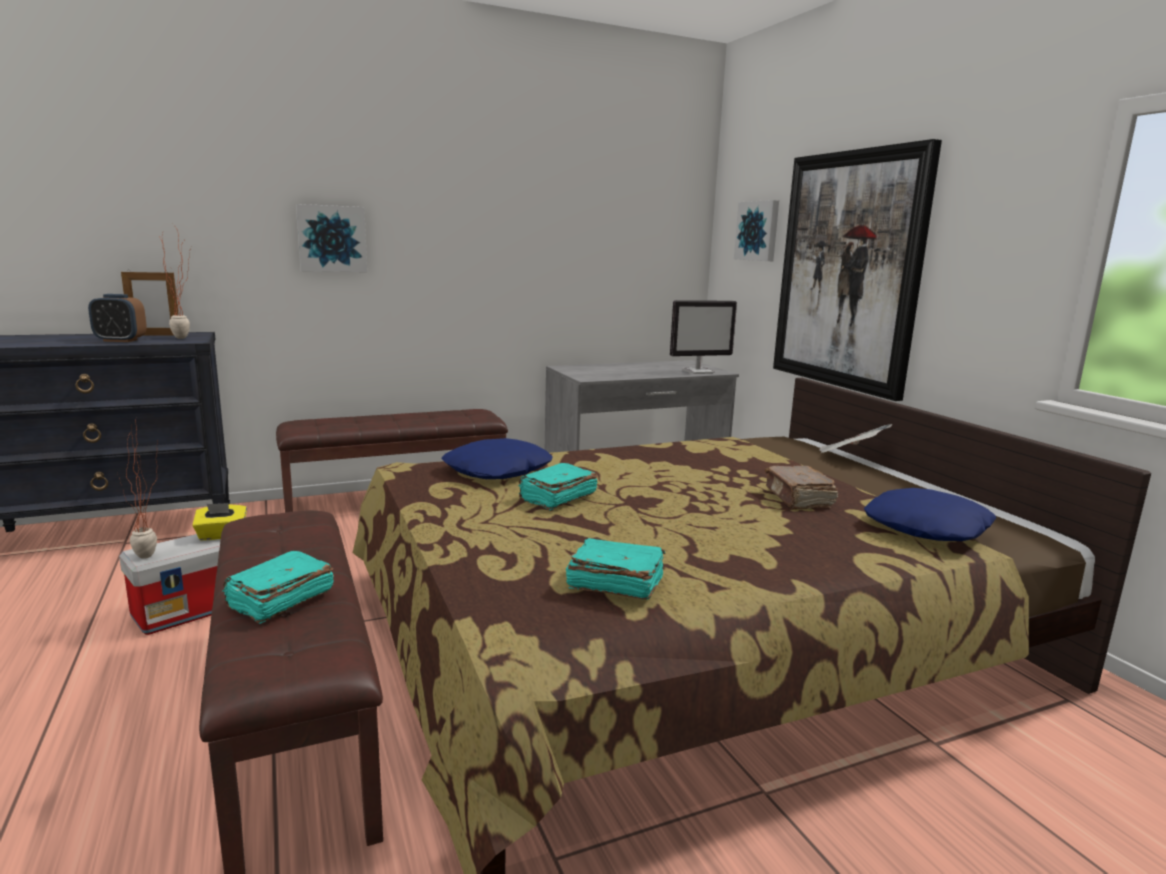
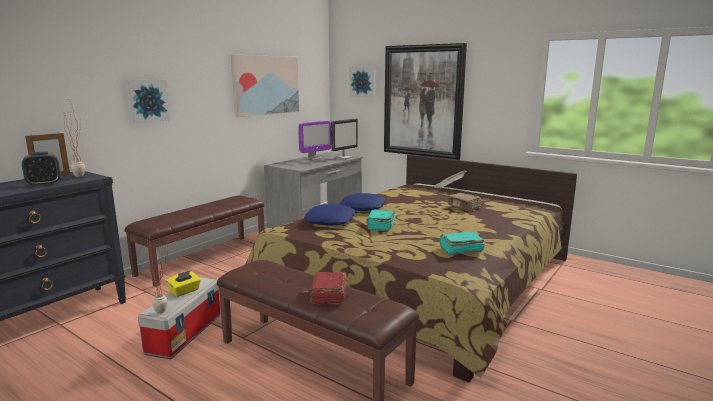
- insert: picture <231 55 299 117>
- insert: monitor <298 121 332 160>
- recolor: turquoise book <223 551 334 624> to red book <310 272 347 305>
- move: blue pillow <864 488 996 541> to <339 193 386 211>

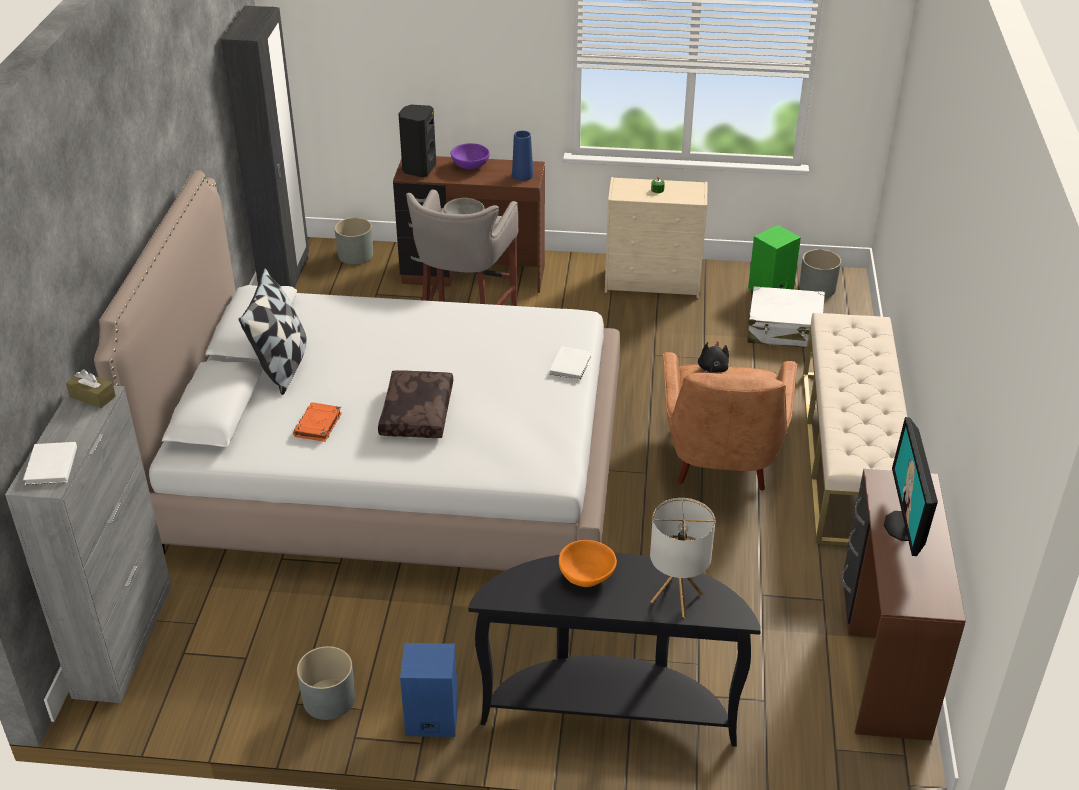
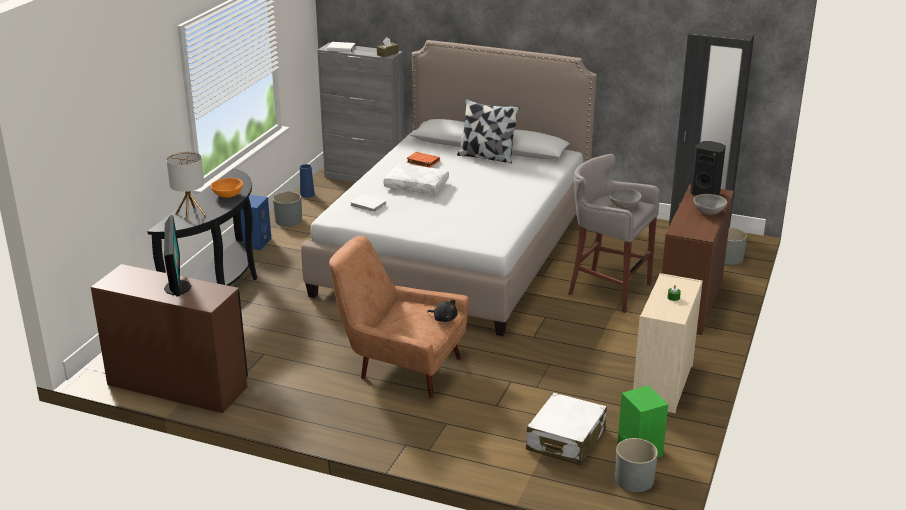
- rotate: monitor <884 417 938 556> = <164 215 191 296> 60 degrees clockwise
- move: blue vase <512 131 534 181> to <300 164 315 198>
- move: white book <550 346 592 380> to <350 195 386 212>
- recolor: brown pillow <378 370 453 438> to white pillow <383 164 449 194>
- recolor: purple bowl <451 143 490 169> to grey bowl <694 194 727 215>
- delete: beige bench <803 313 907 546>

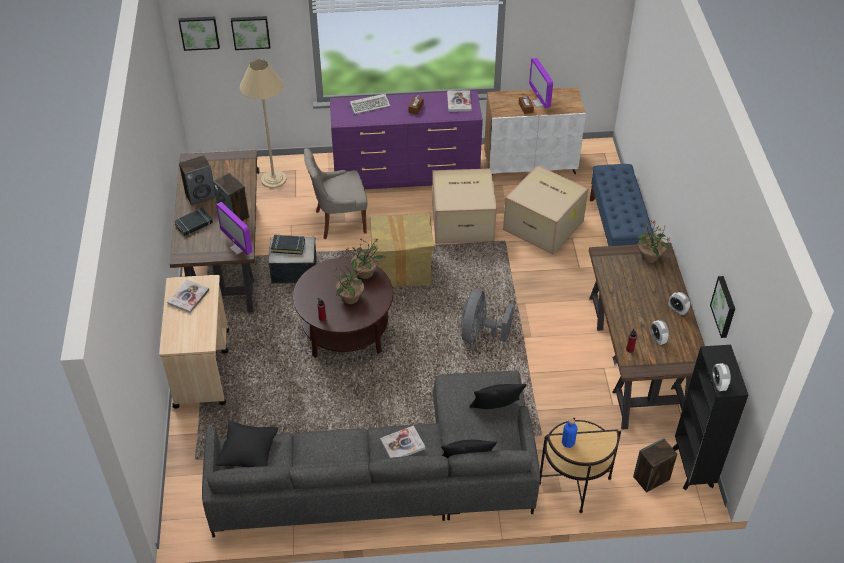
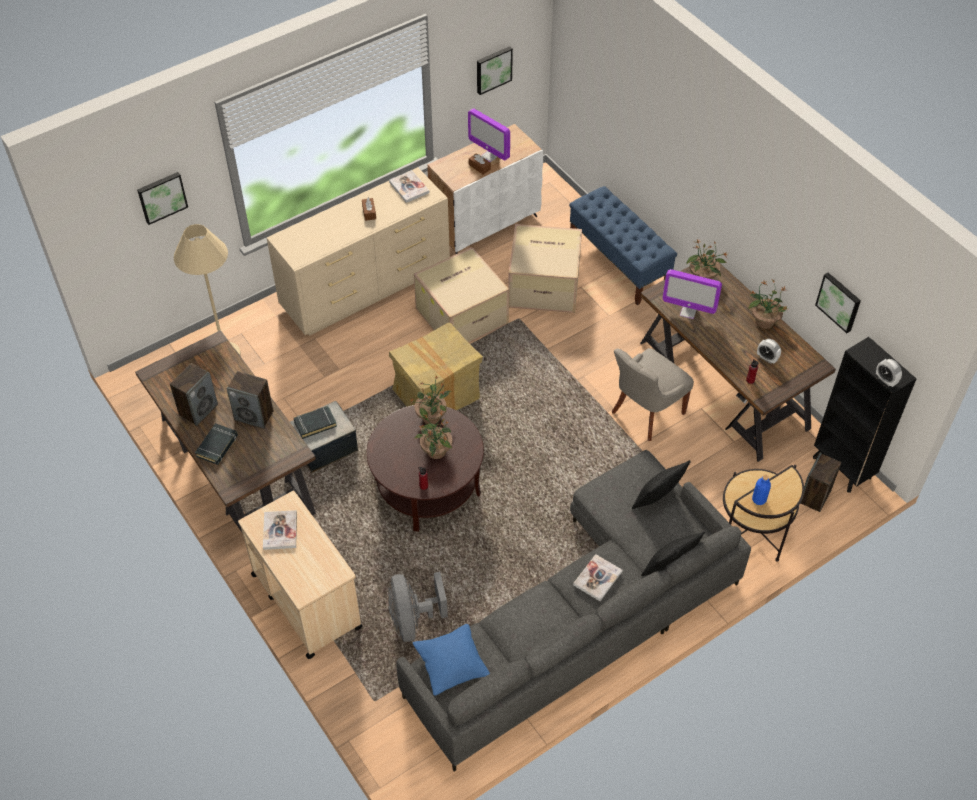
- recolor: purple dresser <330 91 483 189> to beige dresser <267 167 450 336>
- move: grey fan <461 289 514 343> to <388 572 448 642>
- recolor: black pillow <215 421 278 467> to blue pillow <413 624 490 696>
- move: picture <178 17 220 51> to <477 46 513 95>
- move: grey chair <304 148 367 239> to <612 348 694 441>
- move: monitor <216 202 253 255> to <662 269 722 319>
- replace: alarm clock <669 292 690 315> to potted plant <748 279 787 329>
- delete: keyboard <350 94 390 114>

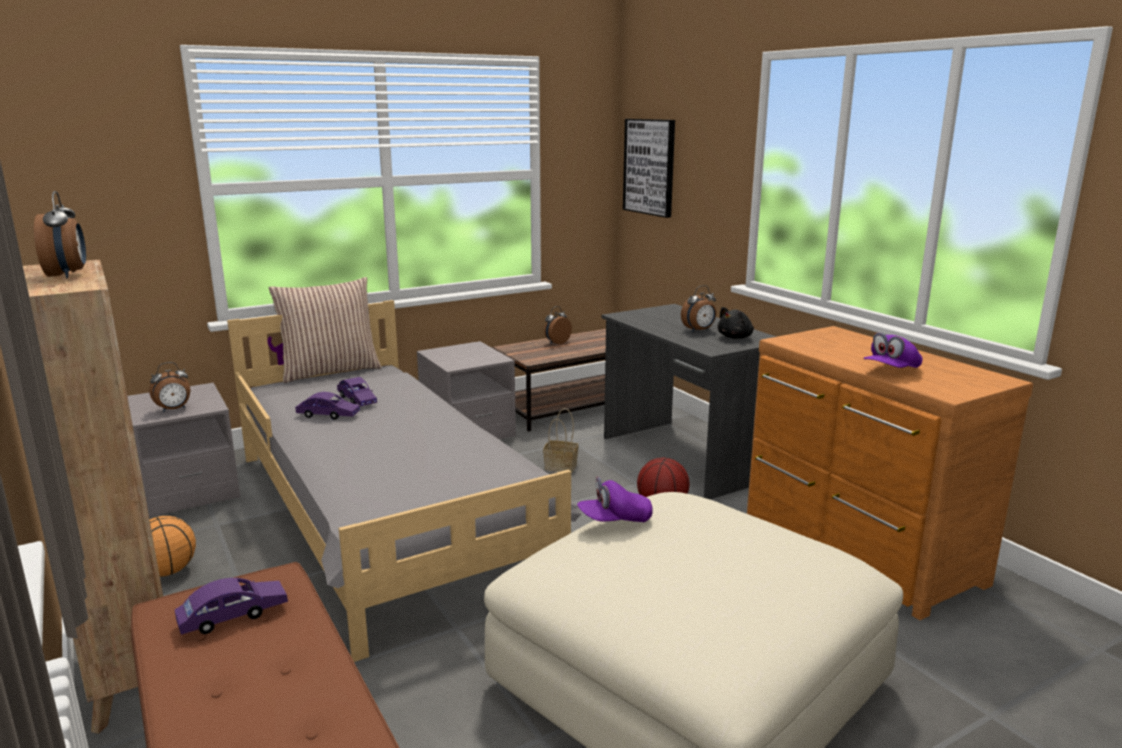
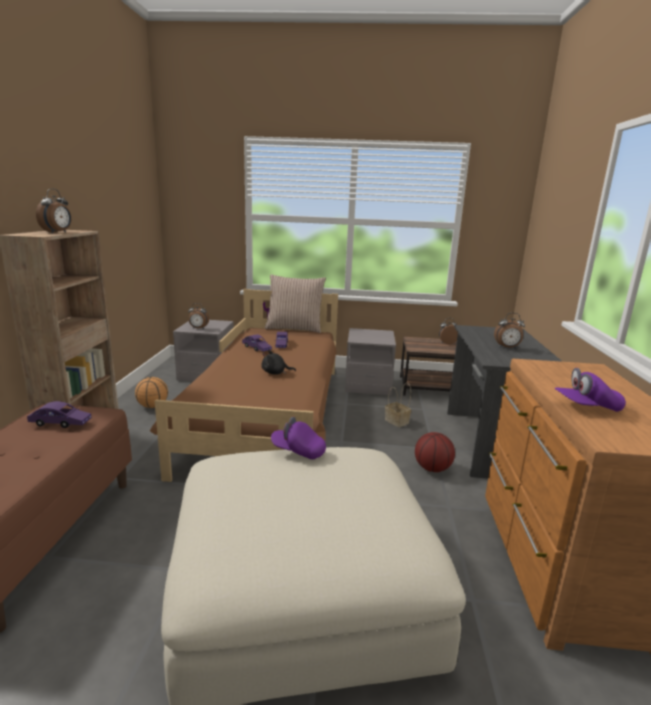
- recolor: grey bed <227 300 582 662> to brown bed <150 289 338 482>
- move: black plush toy <717 307 754 339> to <262 350 296 374>
- delete: picture <623 119 675 218>

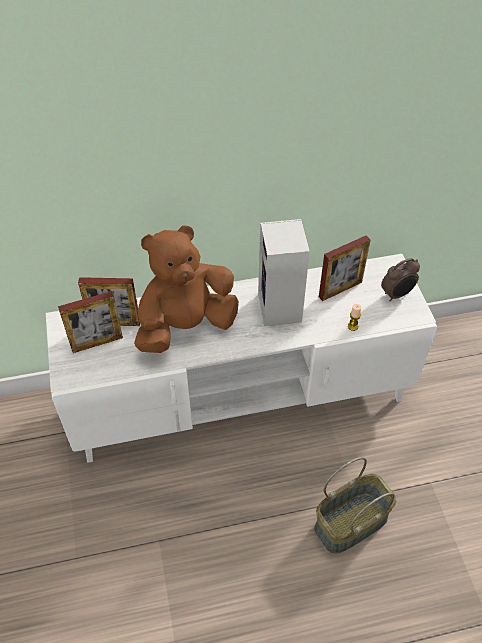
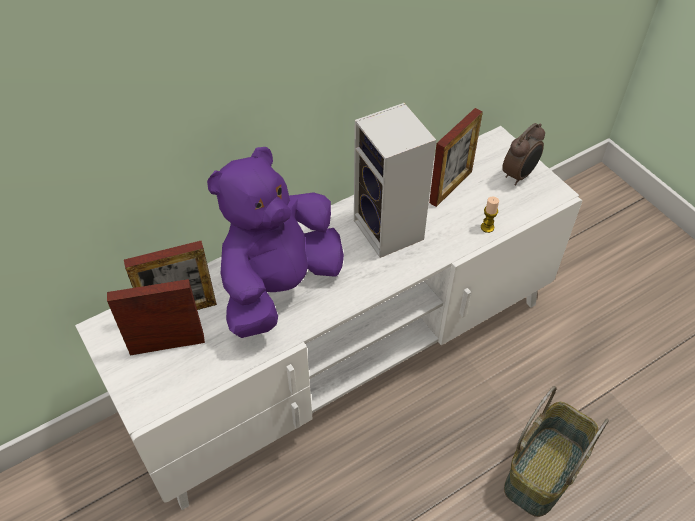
- rotate: picture frame <58 291 123 353> = <107 279 205 355> 150 degrees counterclockwise
- recolor: brown plush toy <134 225 239 353> to purple plush toy <207 147 344 338>

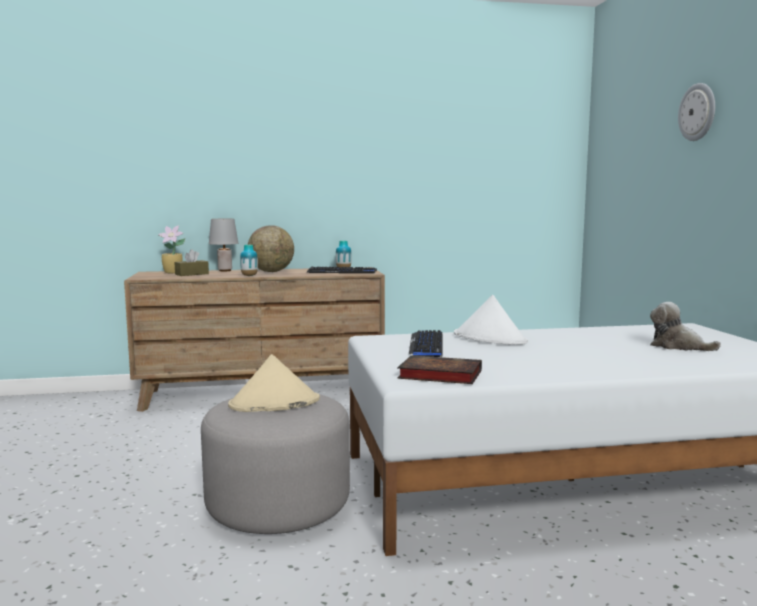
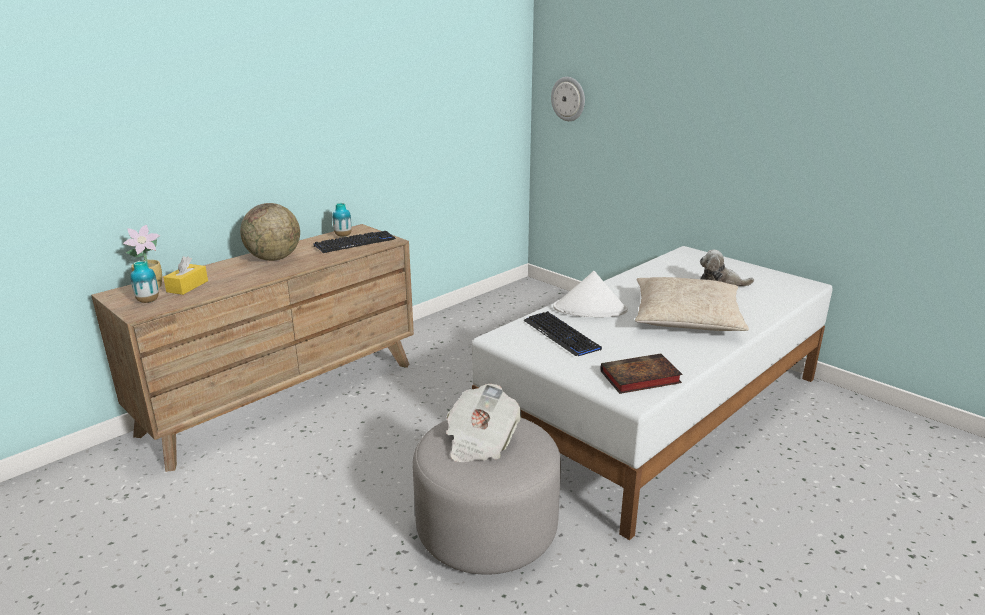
- move: vase <240 245 258 276> to <130 261 159 303>
- recolor: brown tissue box <174 249 209 276> to yellow tissue box <163 256 208 295>
- replace: beige hat <228 354 320 412> to newspaper <446 384 521 462>
- move: wall clock <678 83 715 141> to <551 77 585 121>
- insert: beige pillow <635 277 749 331>
- delete: grey table lamp <209 219 238 271>

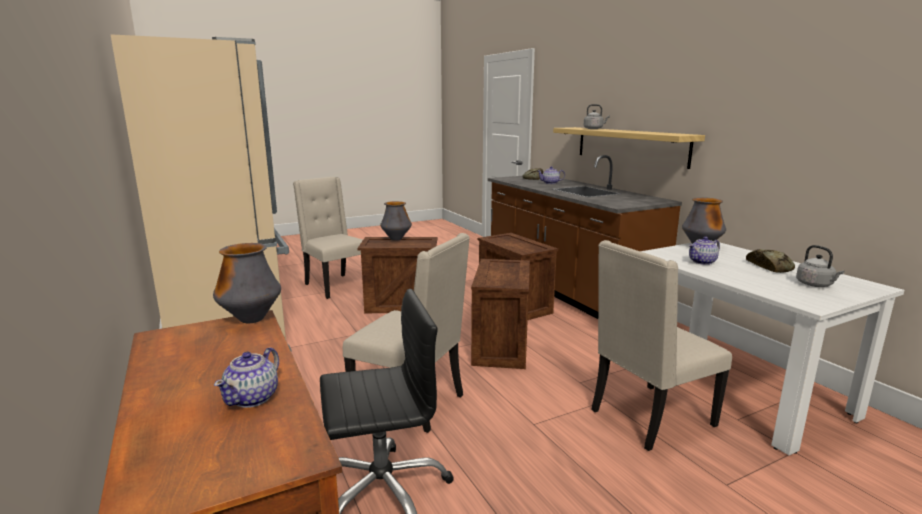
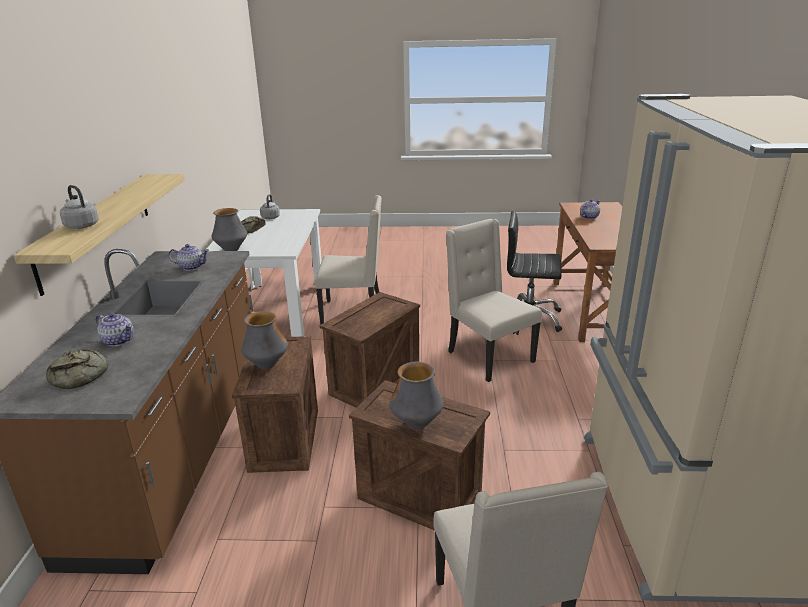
- move: teapot <689 237 720 265> to <169 244 209 271>
- move: vase <213 243 281 323> to <241 311 288 370>

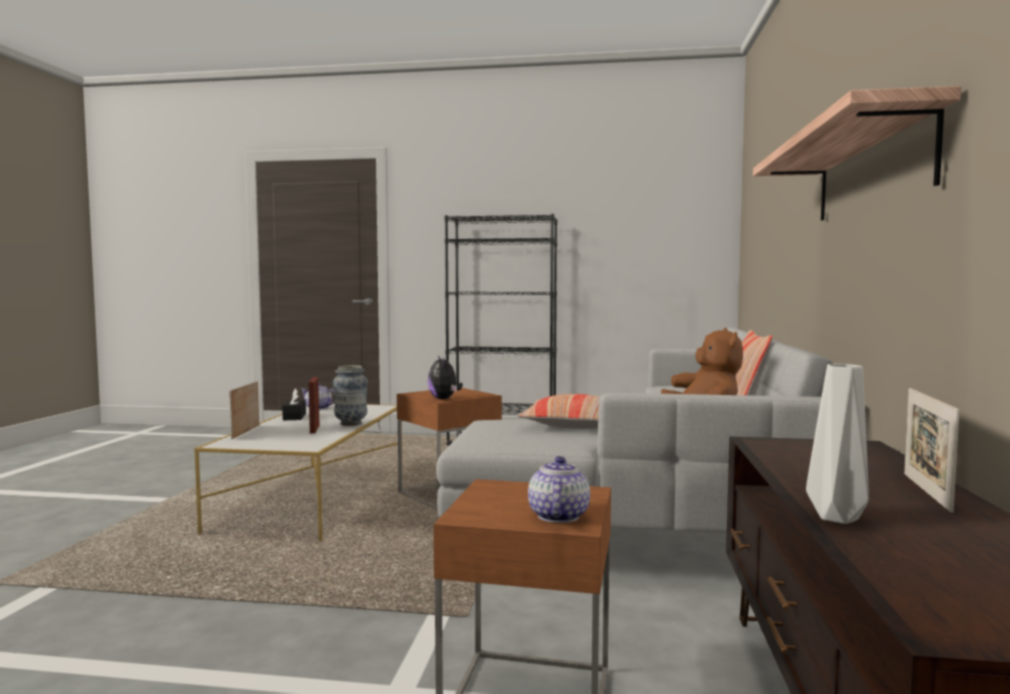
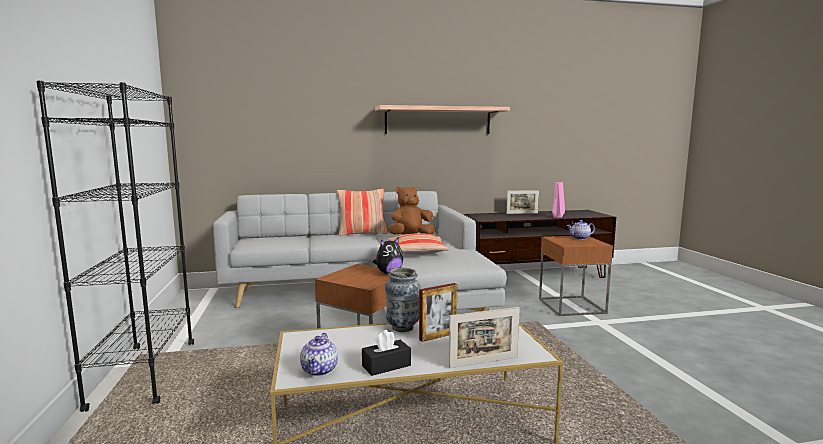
- recolor: grey vase <806 364 869 524> to pink vase <552 182 565 218>

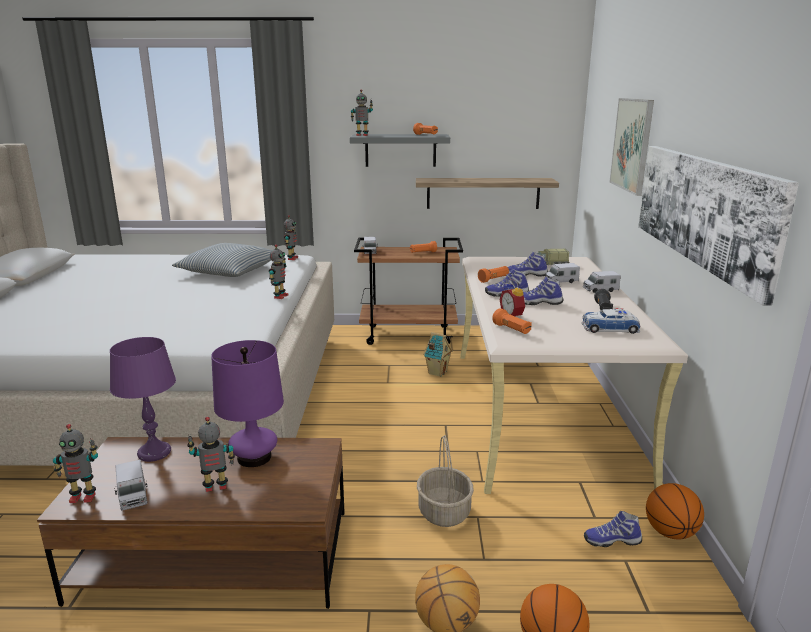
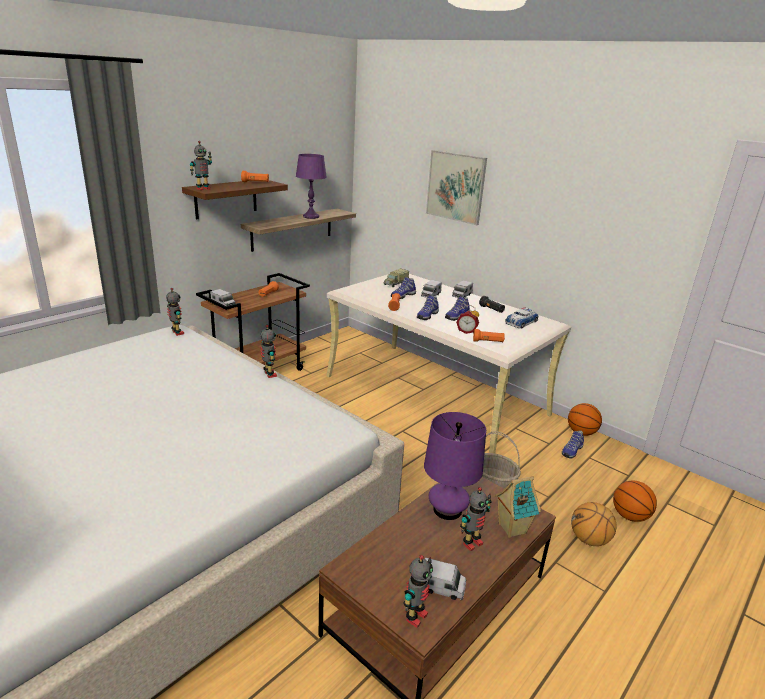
- recolor: grey shelf <350 134 450 167> to brown shelf <182 180 288 219>
- move: purple table lamp <110 337 176 462> to <296 154 327 219>
- rotate: toy robot <187 417 235 492> = <460 487 492 551> 150 degrees counterclockwise
- move: toy house <423 332 453 377> to <495 476 541 538>
- delete: pillow <172 243 272 277>
- delete: picture <638 146 799 306>

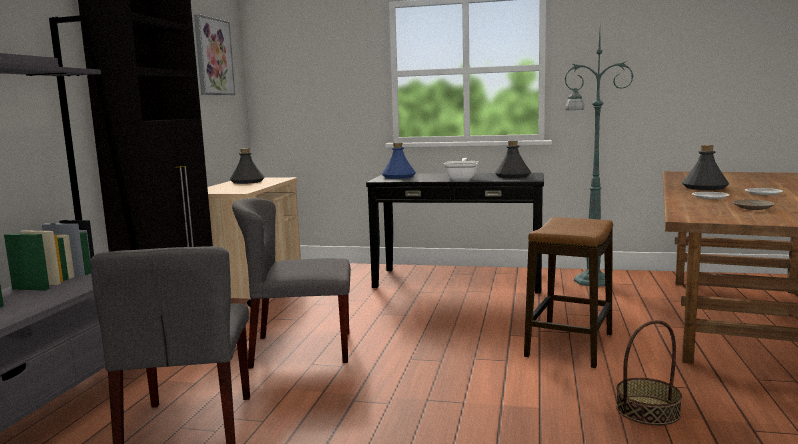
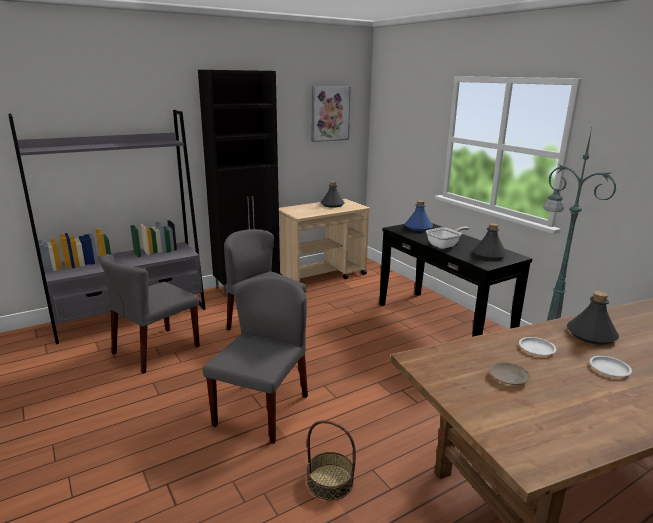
- insert: grey chair <203 276 308 444>
- delete: stool <524 217 613 368>

